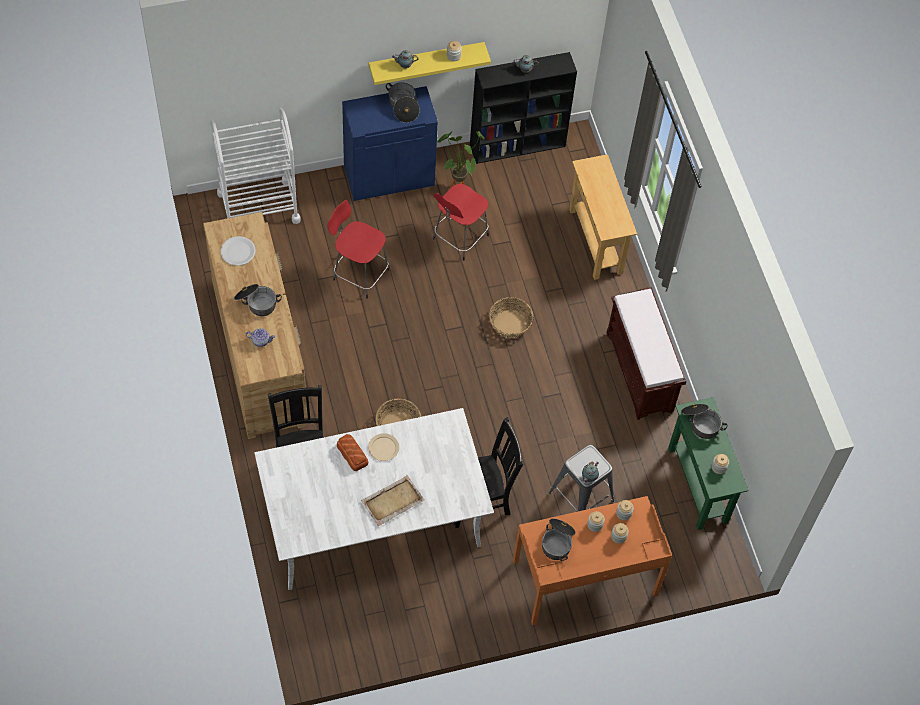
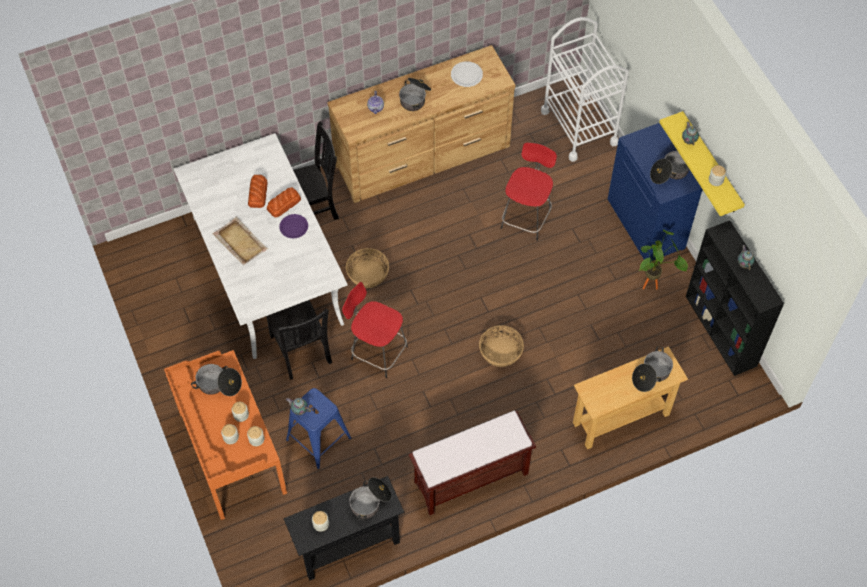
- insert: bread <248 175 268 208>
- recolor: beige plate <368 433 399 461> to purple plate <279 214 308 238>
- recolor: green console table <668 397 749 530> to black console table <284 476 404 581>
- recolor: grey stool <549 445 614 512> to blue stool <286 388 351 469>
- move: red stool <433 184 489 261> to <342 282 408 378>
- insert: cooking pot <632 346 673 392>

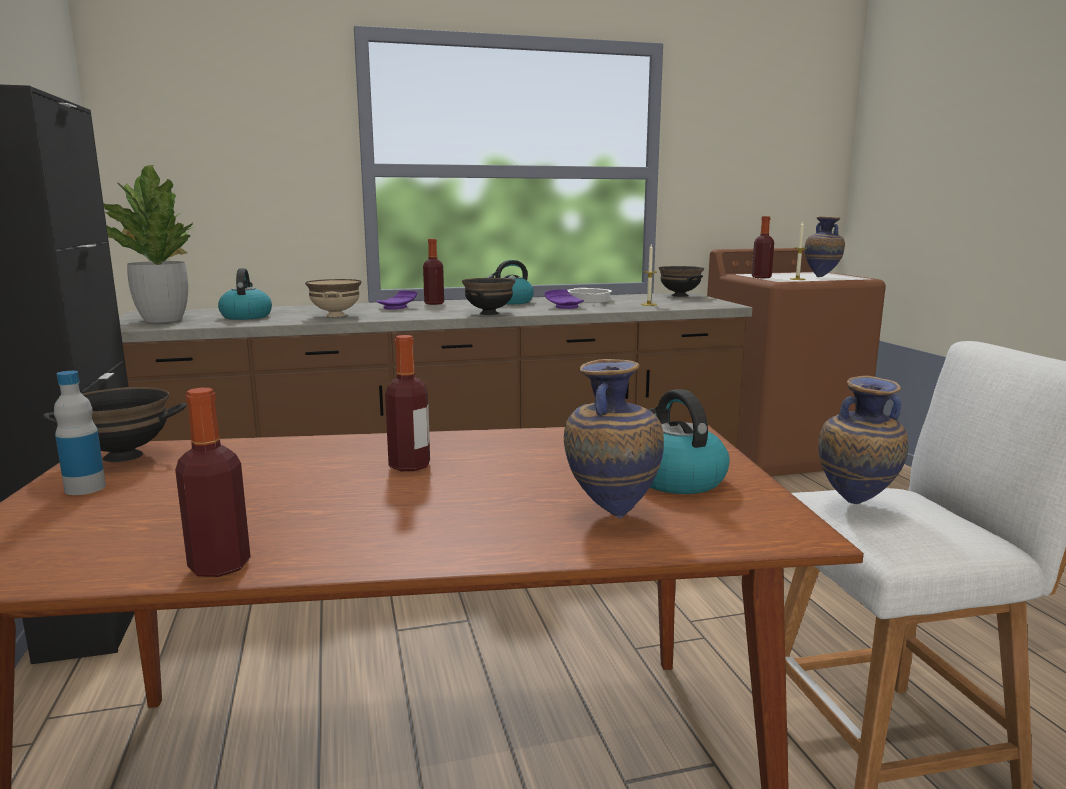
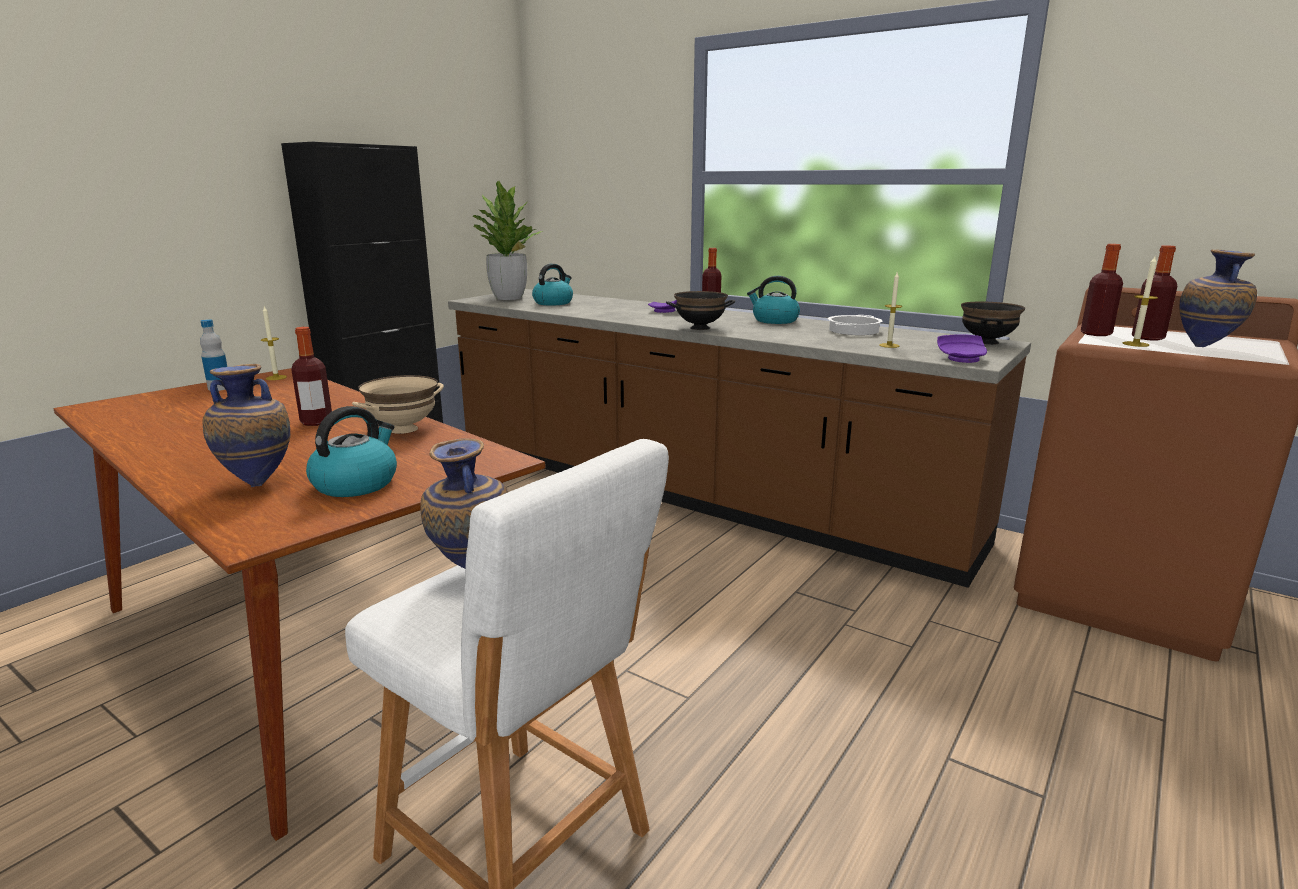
- replace: black bowl <43 387 187 462> to candle <261 306 287 380>
- move: beige bowl <305 279 362 317> to <352 375 444 434>
- move: purple plate <544 289 584 309> to <937 334 987 363>
- move: bottle <175 388 251 577> to <1132 245 1178 341>

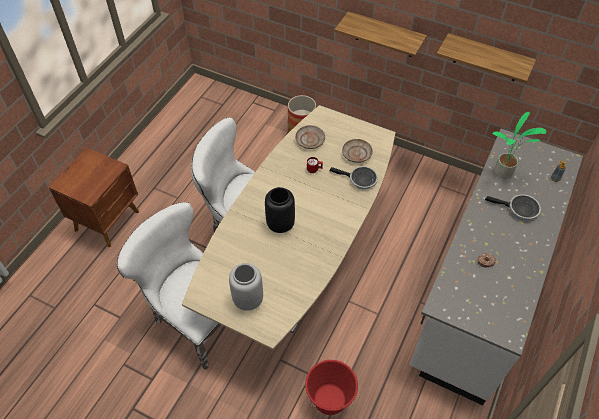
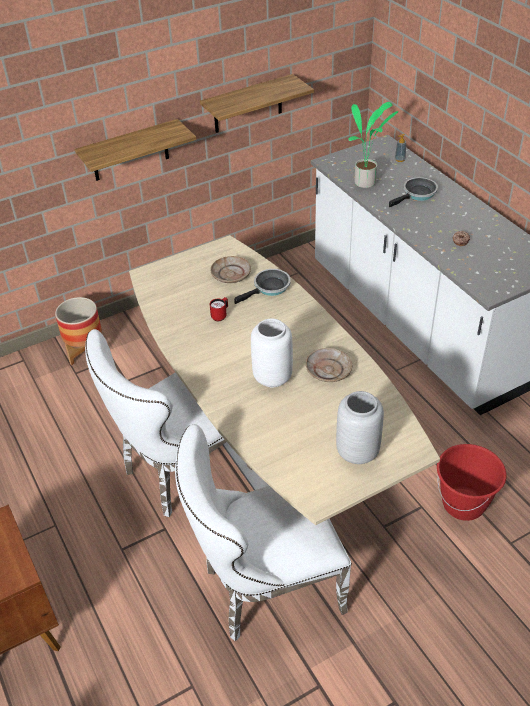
- recolor: black vase <265 187 295 233> to white vase <251 319 293 387>
- move: beige plate <295 125 325 149> to <306 348 352 382>

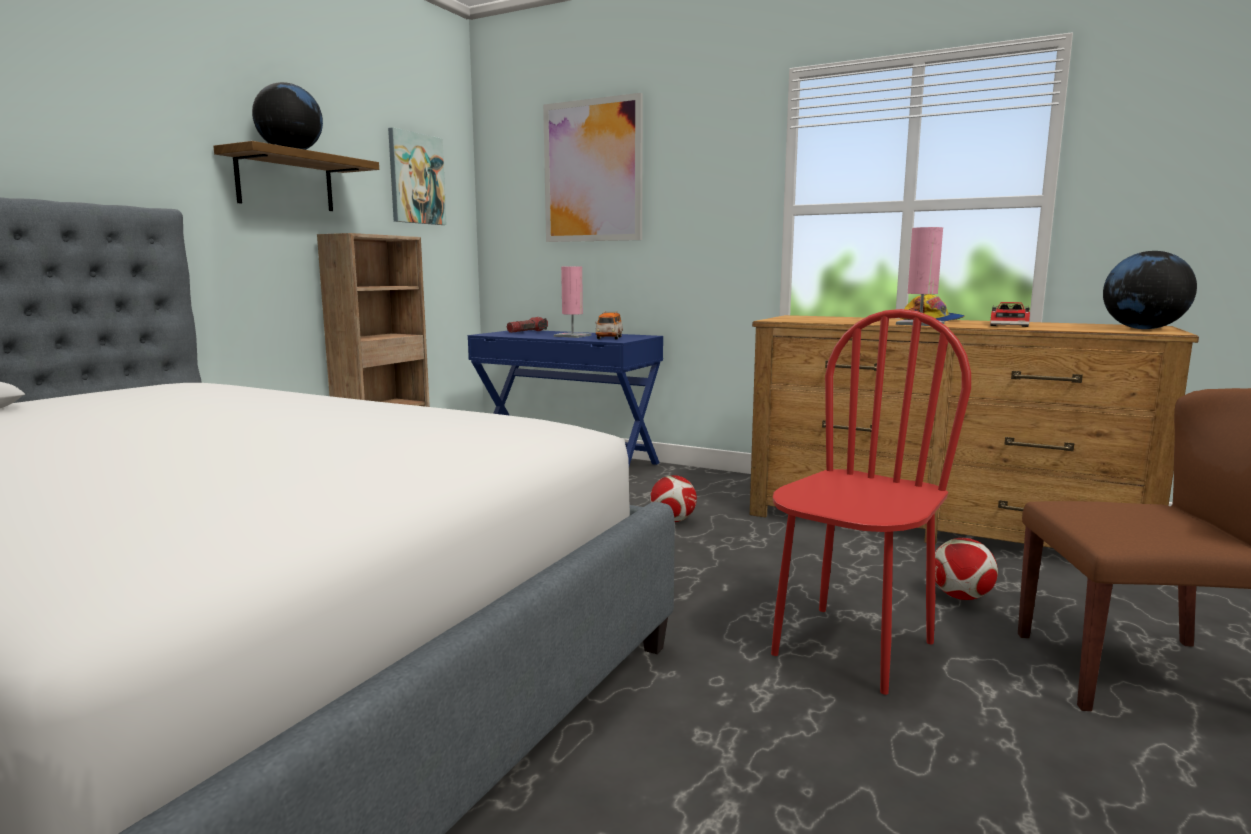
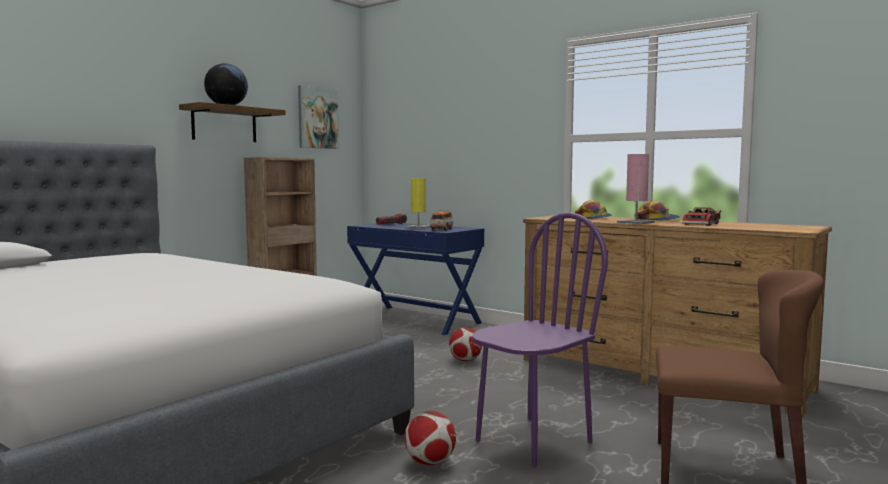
- move: football <935 538 998 600> to <404 411 456 465>
- recolor: pink table lamp <554 267 591 338> to yellow table lamp <405 178 431 229>
- recolor: red chair <771 309 971 695> to purple chair <472 212 608 467>
- insert: cap <575 200 612 219>
- delete: picture <543 93 643 242>
- delete: globe <1103 251 1197 329>

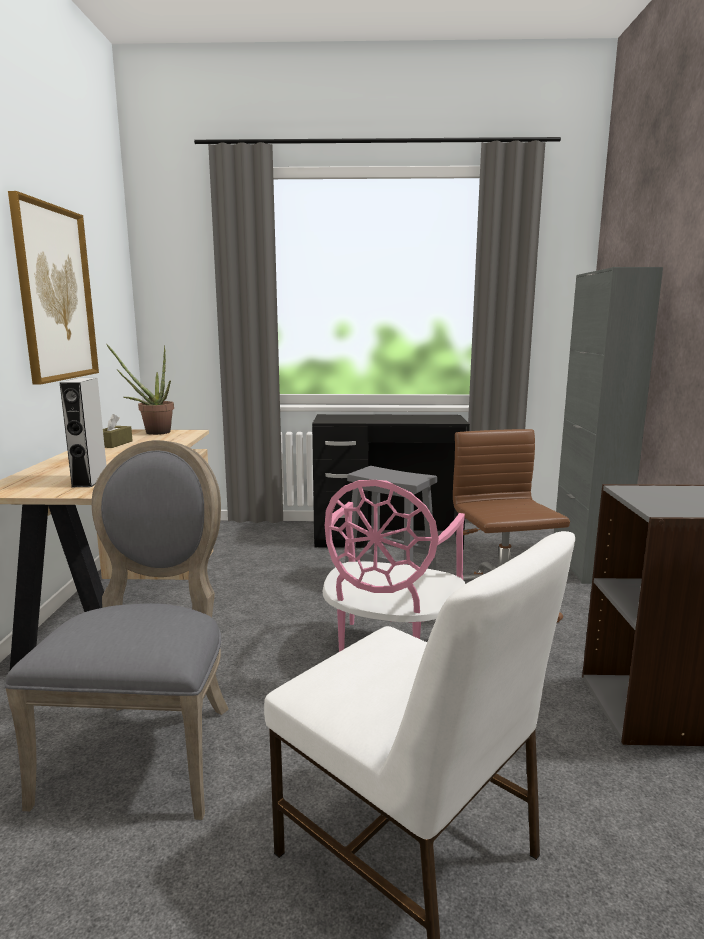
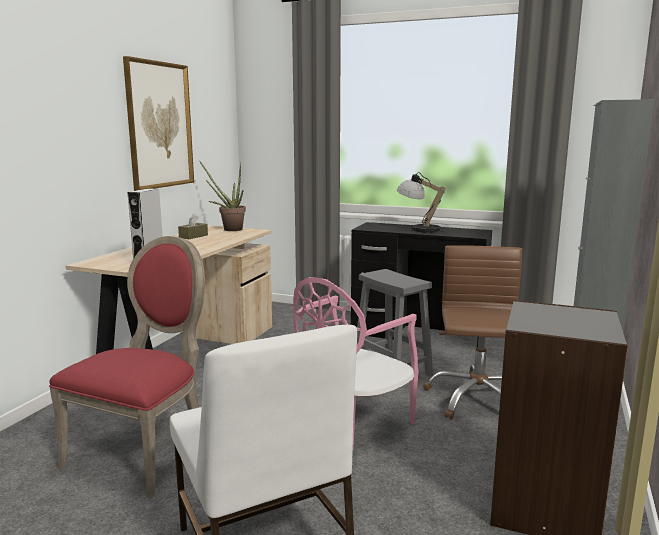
- recolor: grey chair <5 440 229 820> to red chair <49 236 205 498>
- insert: table lamp <397 172 448 233>

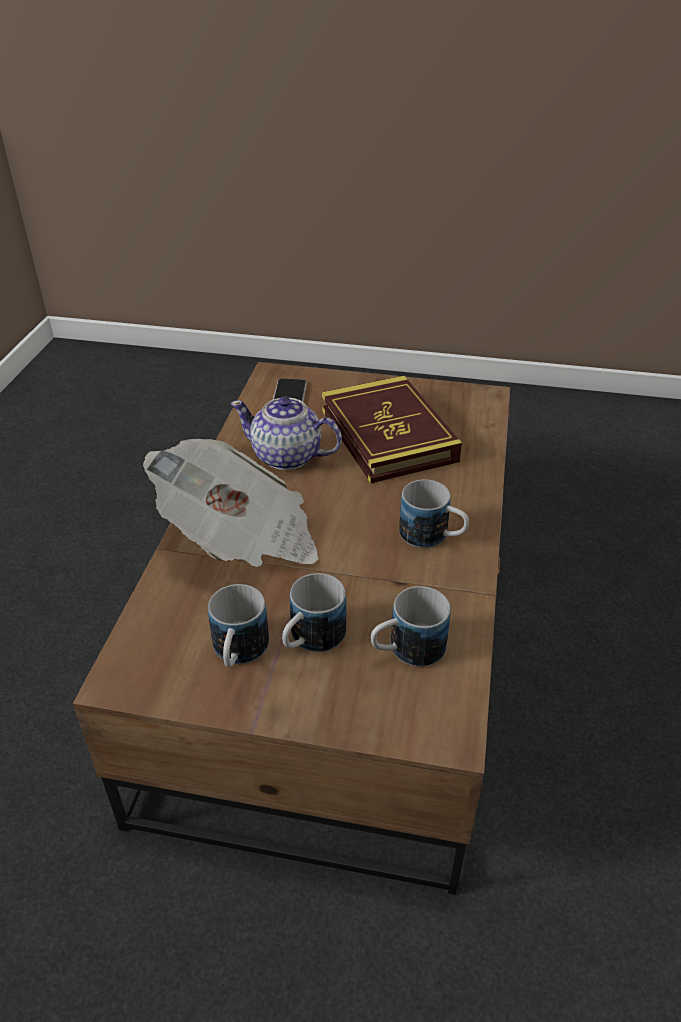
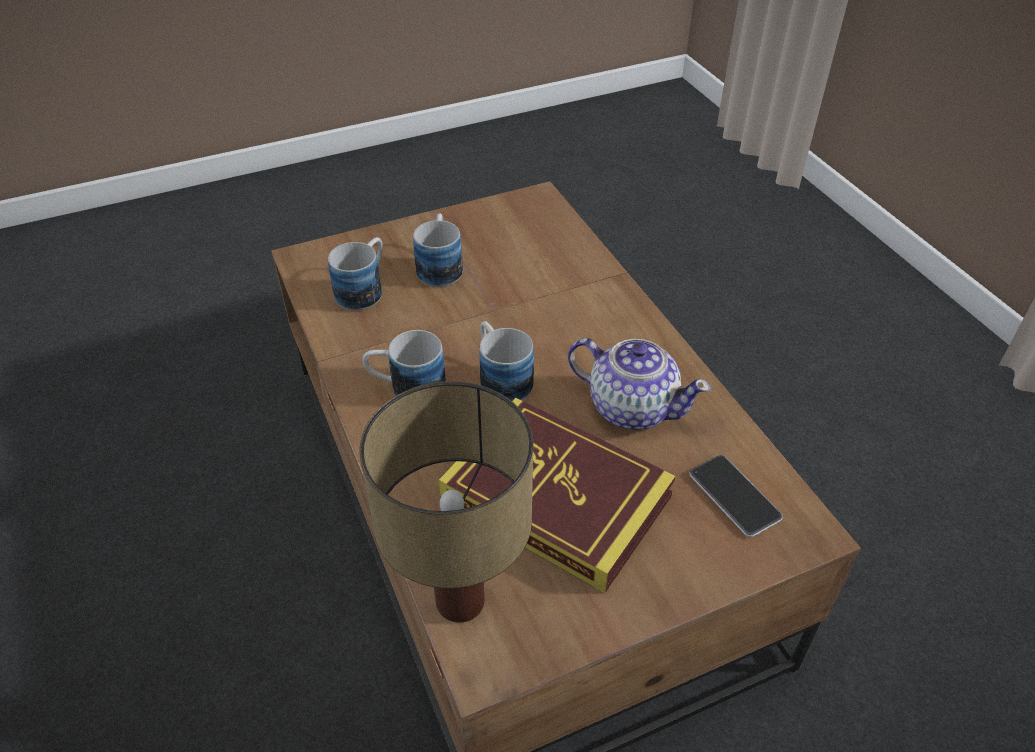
- insert: table lamp <359 381 533 623>
- move: mug <208 584 269 667> to <479 321 534 401>
- rotate: teapot <230 397 342 470> = <568 338 711 430> 45 degrees clockwise
- delete: newspaper <143 439 319 567>

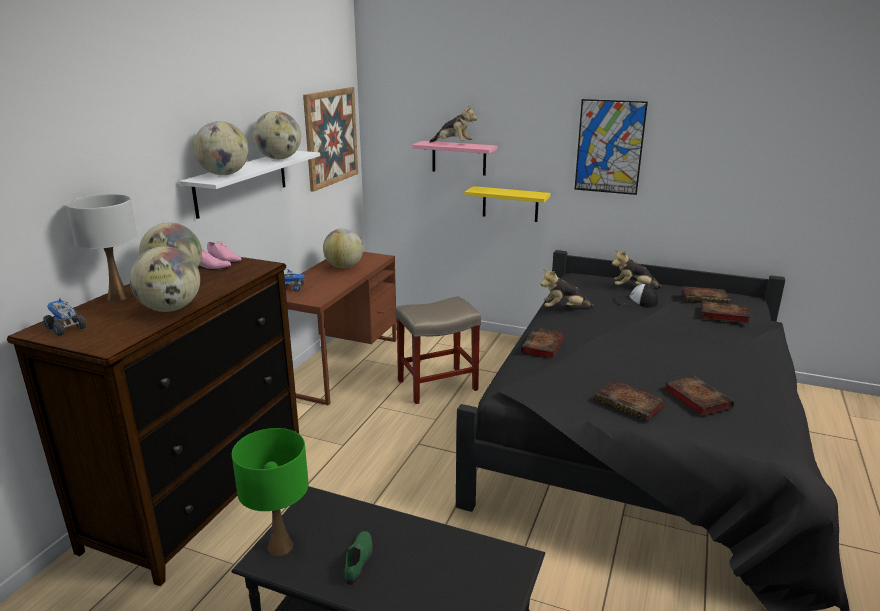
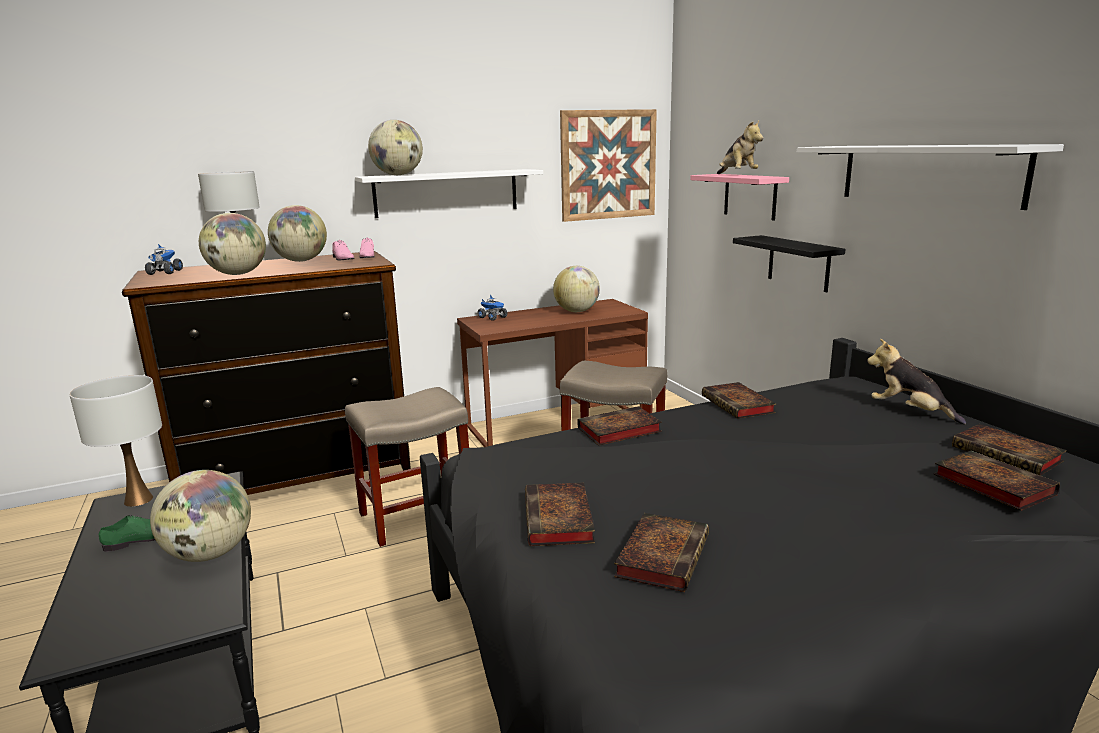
- recolor: green table lamp <232 428 309 556> to white table lamp <69 375 162 507>
- move: globe <253 111 301 159> to <150 470 251 562>
- insert: beige stool <345 387 469 547>
- replace: plush toy <541 269 594 308> to book <702 382 776 419>
- recolor: yellow shelf <464 186 550 222> to black shelf <733 235 845 293>
- replace: picture <574 99 648 195> to white shelf <797 144 1064 210>
- delete: cap <616 284 658 308>

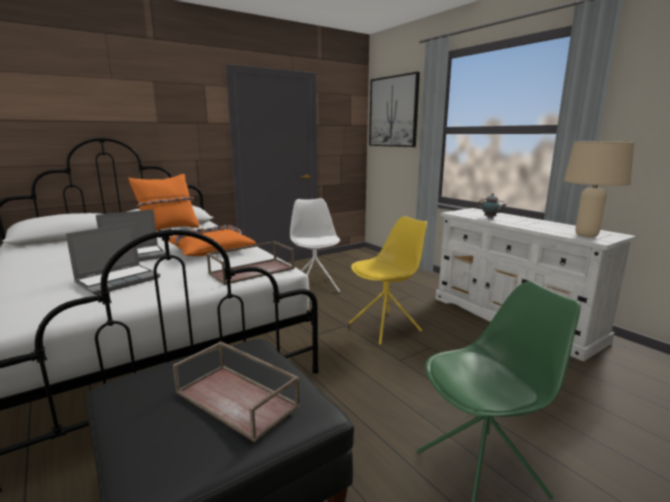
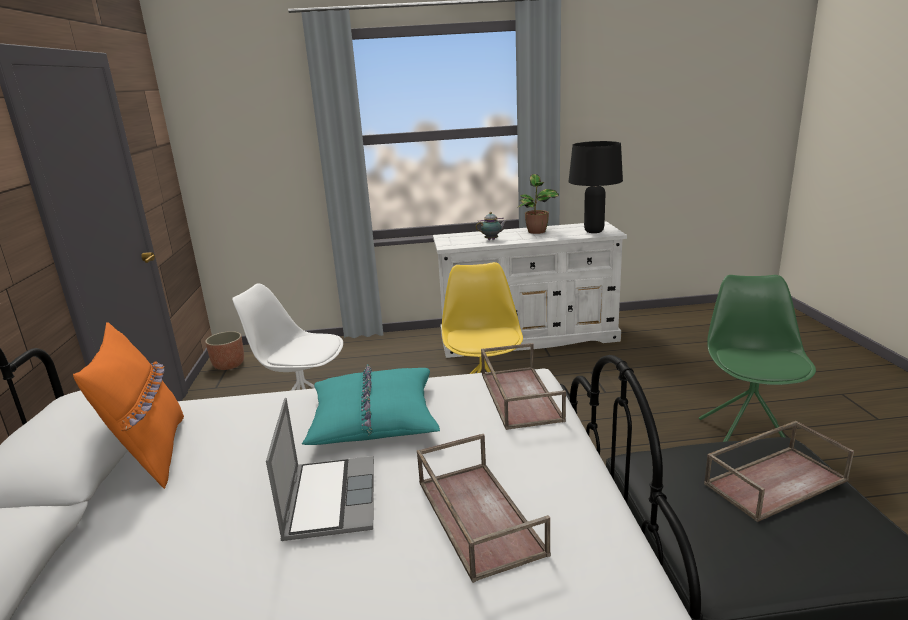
- insert: planter <205 331 244 370>
- recolor: orange pillow <168 225 256 256> to turquoise pillow <302 364 440 445>
- replace: laptop <66 223 160 295> to brown tray <417 434 551 583>
- insert: potted plant <517 174 559 234>
- recolor: beige table lamp <564 142 634 238> to black table lamp <569 141 623 233>
- delete: picture <369 72 420 147>

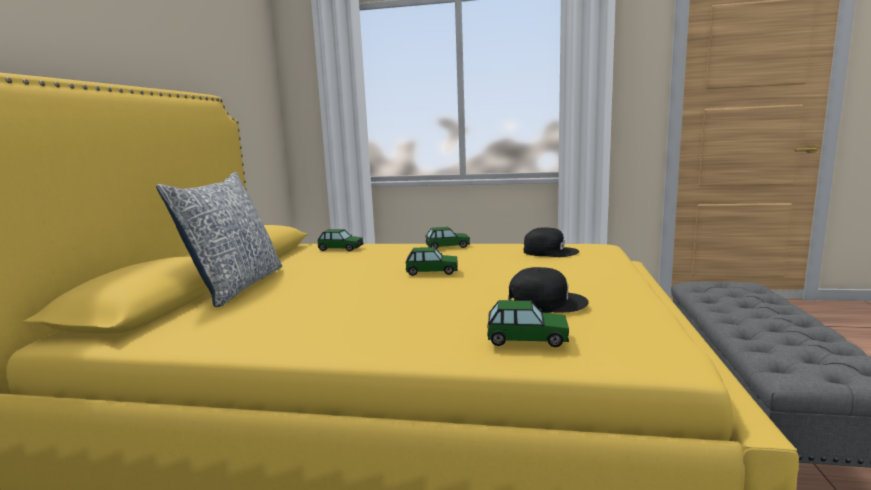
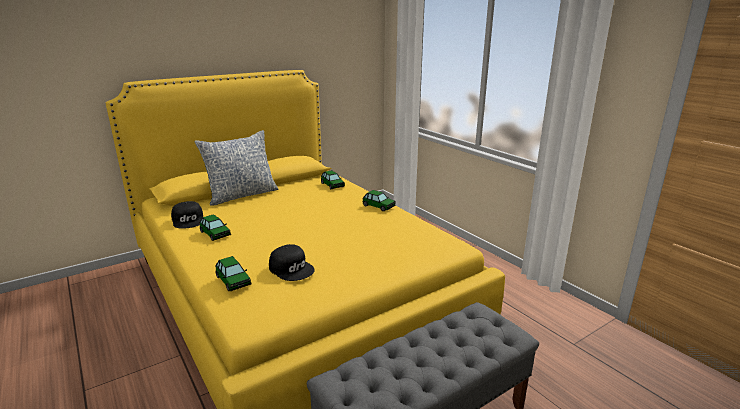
- move: black cap <524 227 579 257> to <171 201 203 229>
- move: toy car <405 247 458 276> to <199 214 231 241>

